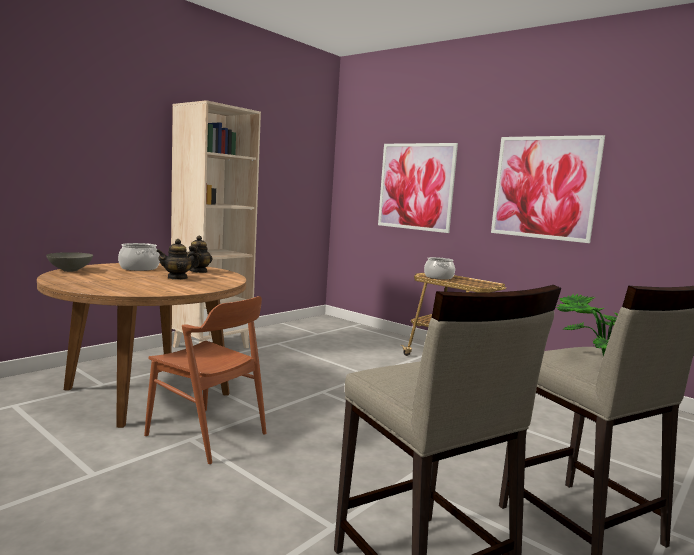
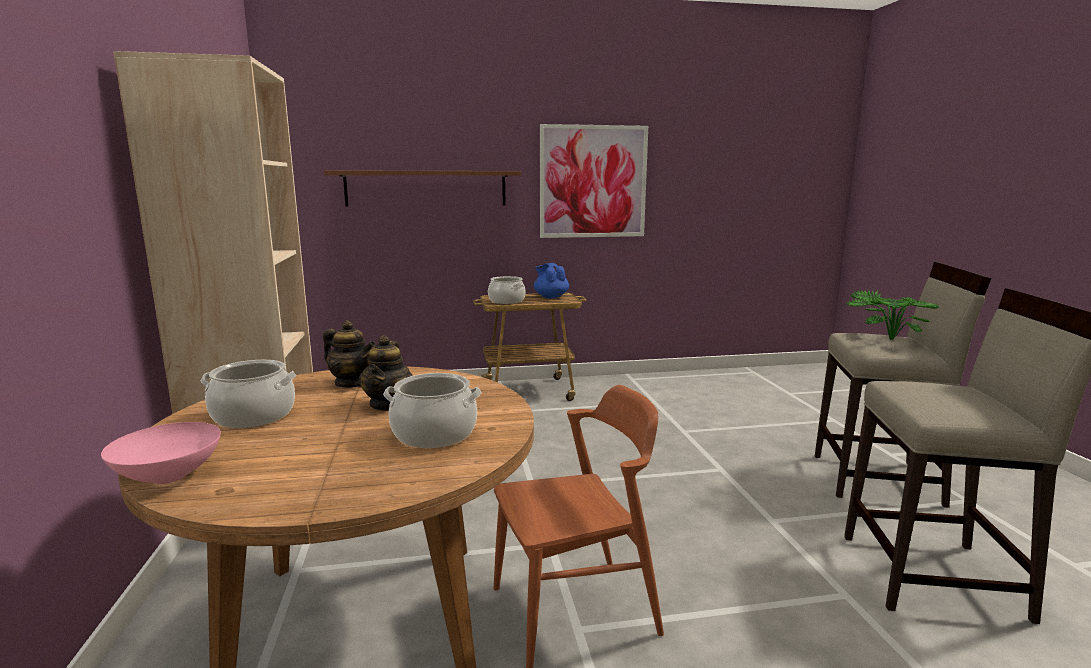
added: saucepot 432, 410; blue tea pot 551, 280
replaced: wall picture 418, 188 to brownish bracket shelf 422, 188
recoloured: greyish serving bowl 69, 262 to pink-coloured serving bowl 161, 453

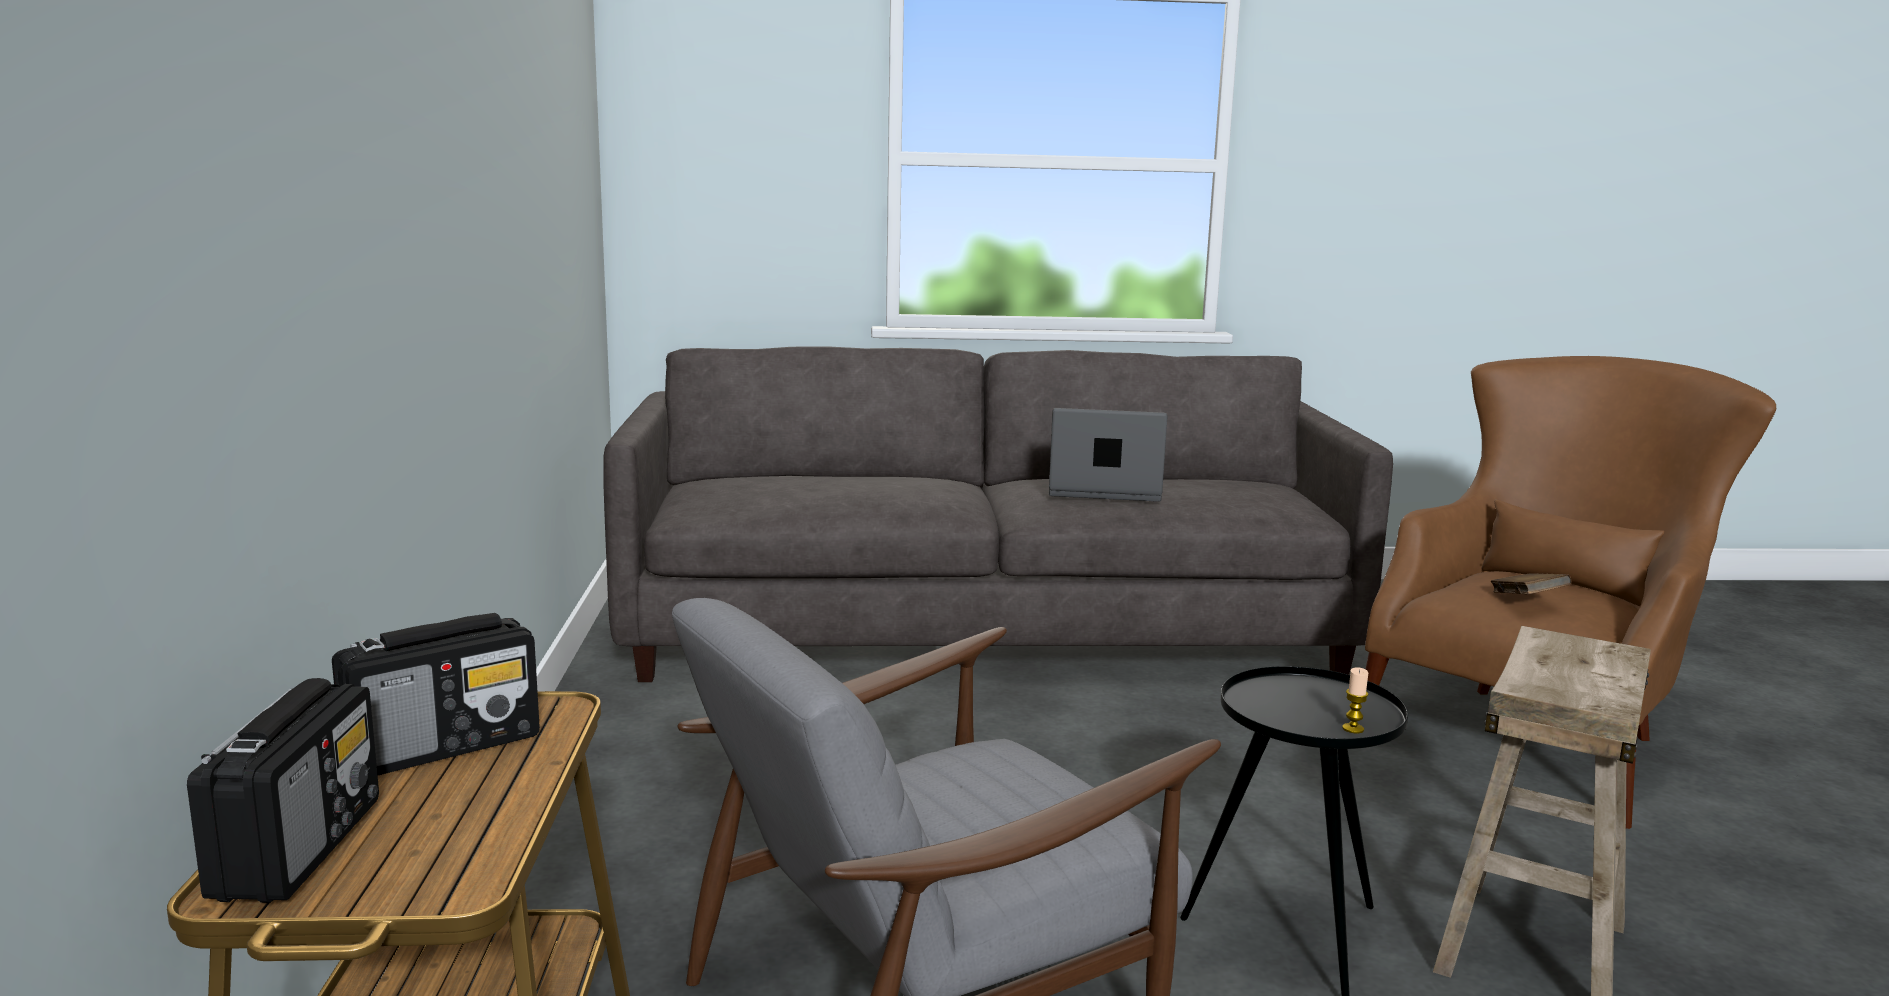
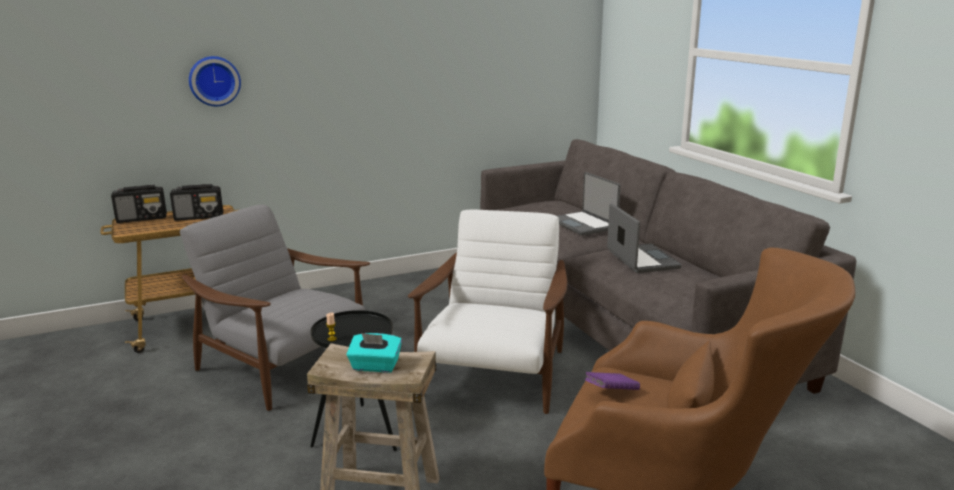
added: hanging clock 215, 81; turquoise box of tissues 374, 353; whitish easy chair 487, 312; laptop 589, 204
recoloured: brownish bound book 1531, 584 to purplish bound book 612, 381
turned: radio set 436, 694 = 196, 202 45 degrees counterclockwise

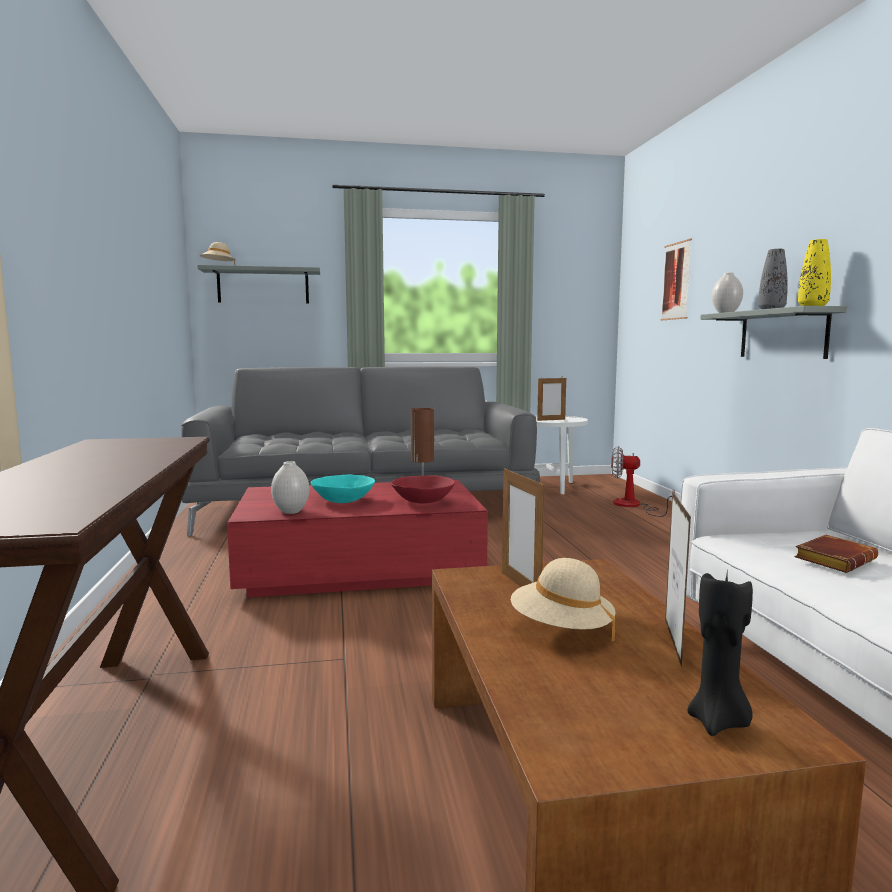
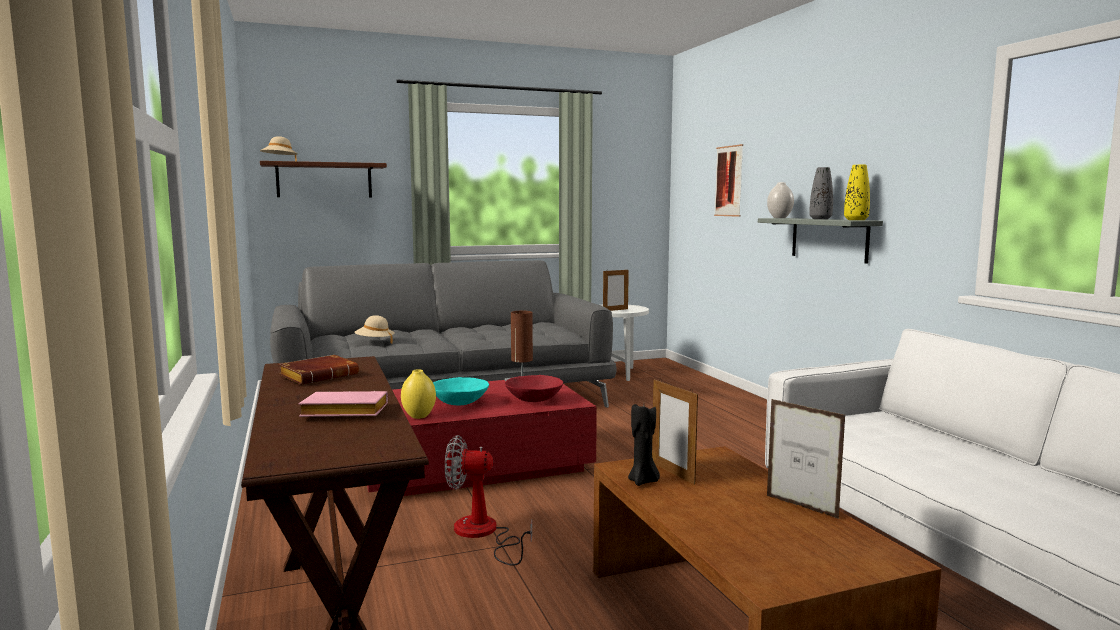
added: pink-coloured bound book 343, 404
moved: brownish bound book 836, 554 to 319, 370; beige-coloured clothing hat 563, 599 to 374, 329; fan 643, 481 to 488, 500; blackish candle 720, 654 to 644, 445
recoloured: greyish bracket shelf 258, 284 to brownish bracket shelf 323, 179; whitish flower vase 290, 487 to yellow flower vase 418, 394
turned: photo frame 678, 579 = 806, 459 45 degrees counterclockwise

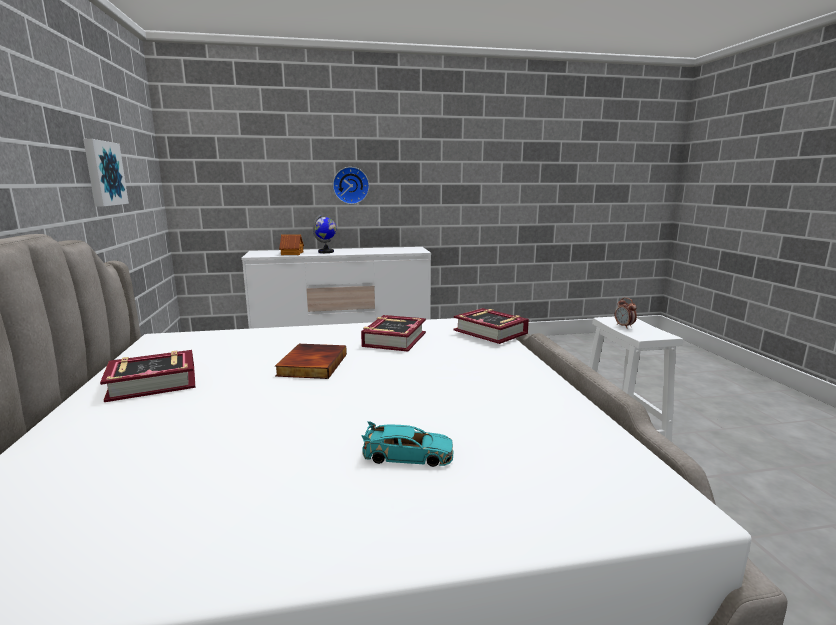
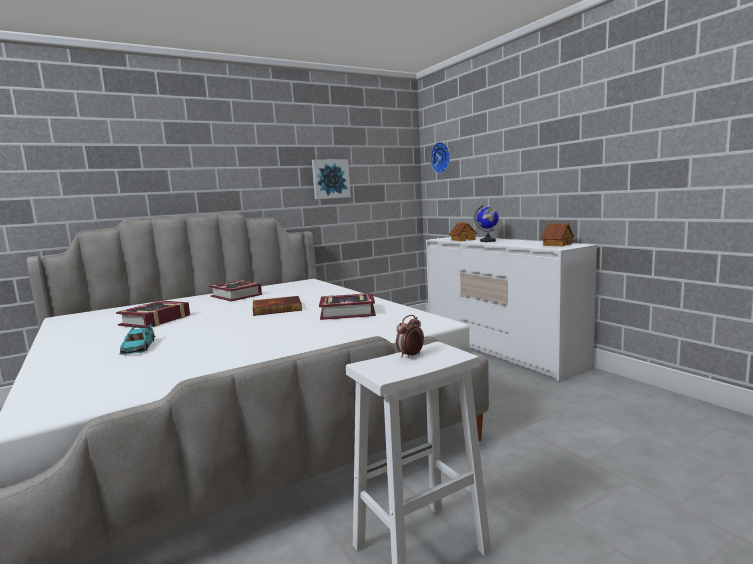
added: miniature house 557, 235
moved: bound book 491, 326 to 153, 314; hanging clock 351, 185 to 440, 158

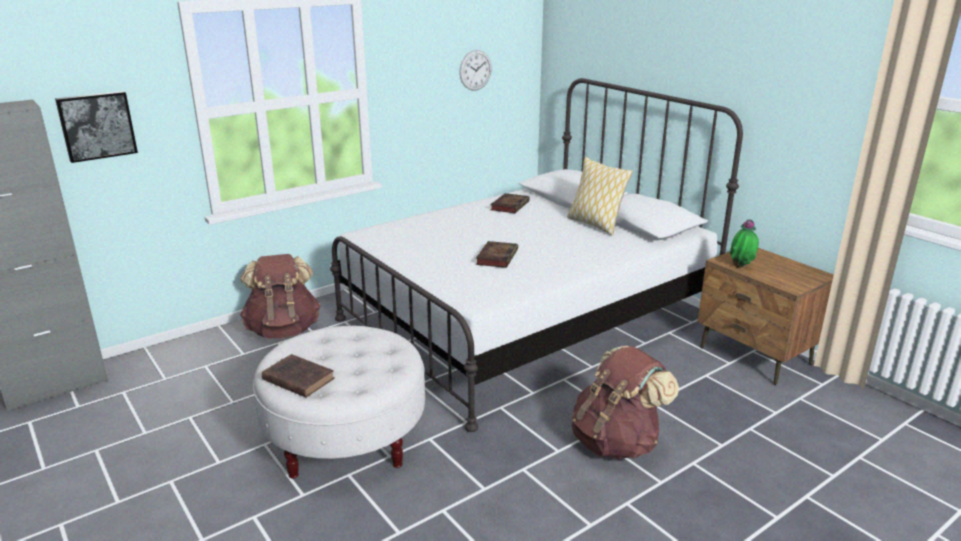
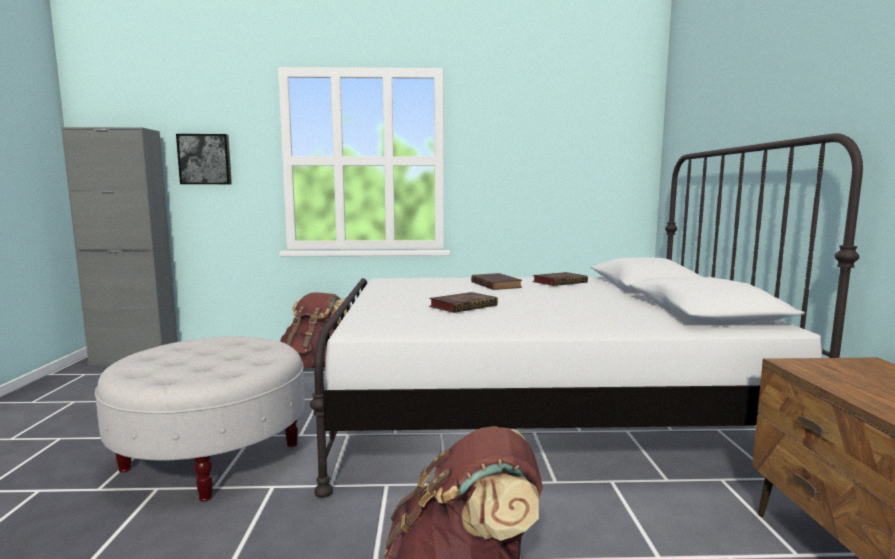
removed: hanging clock 475, 70; cushion 600, 196; plant in a pot 744, 243
moved: brownish bound book 298, 376 to 496, 281

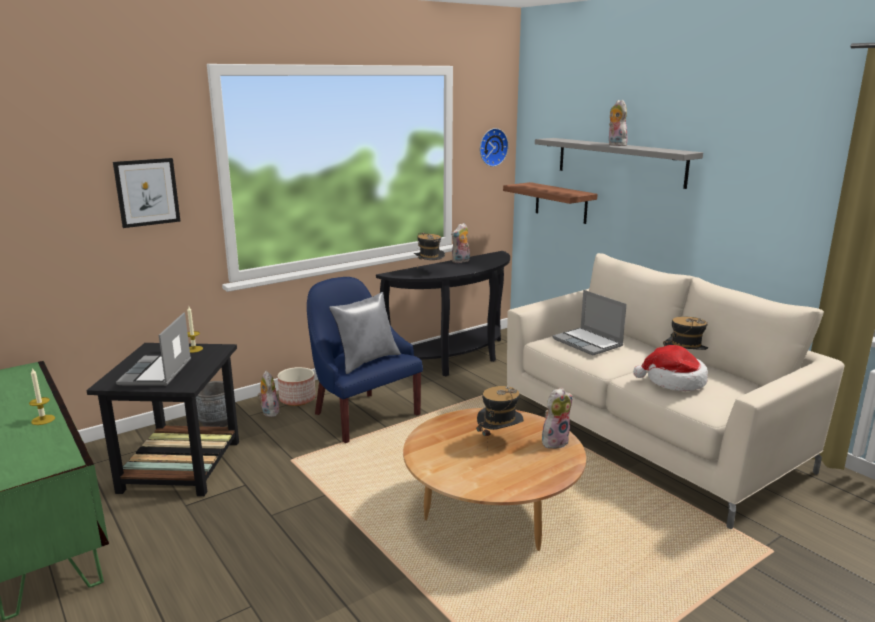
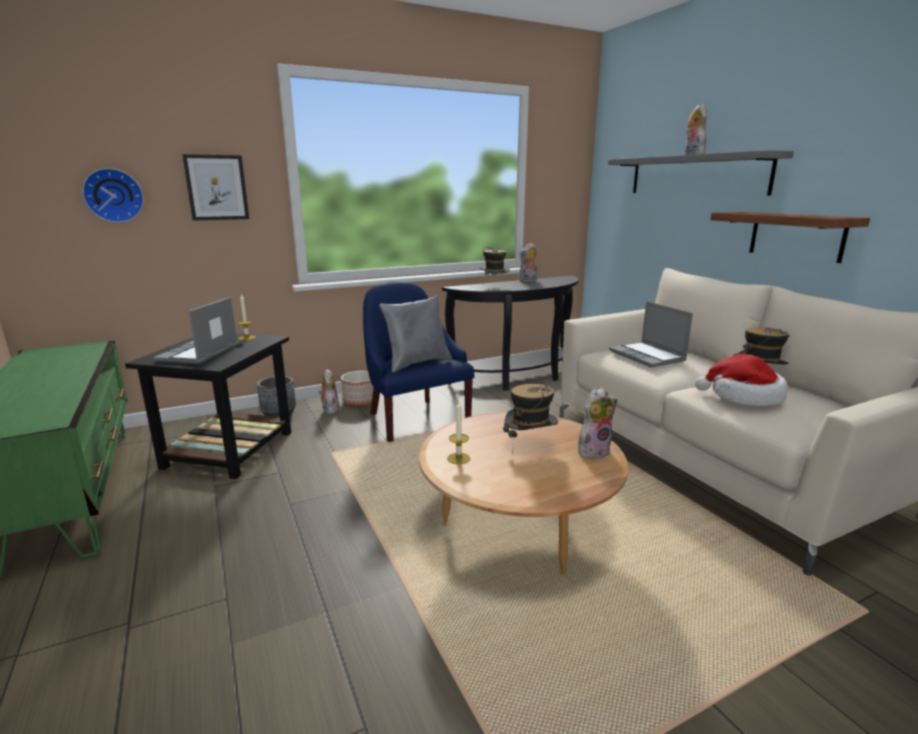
moved: hanging clock 494, 147 to 113, 195; candle 42, 396 to 458, 433; bracket shelf 550, 203 to 790, 237

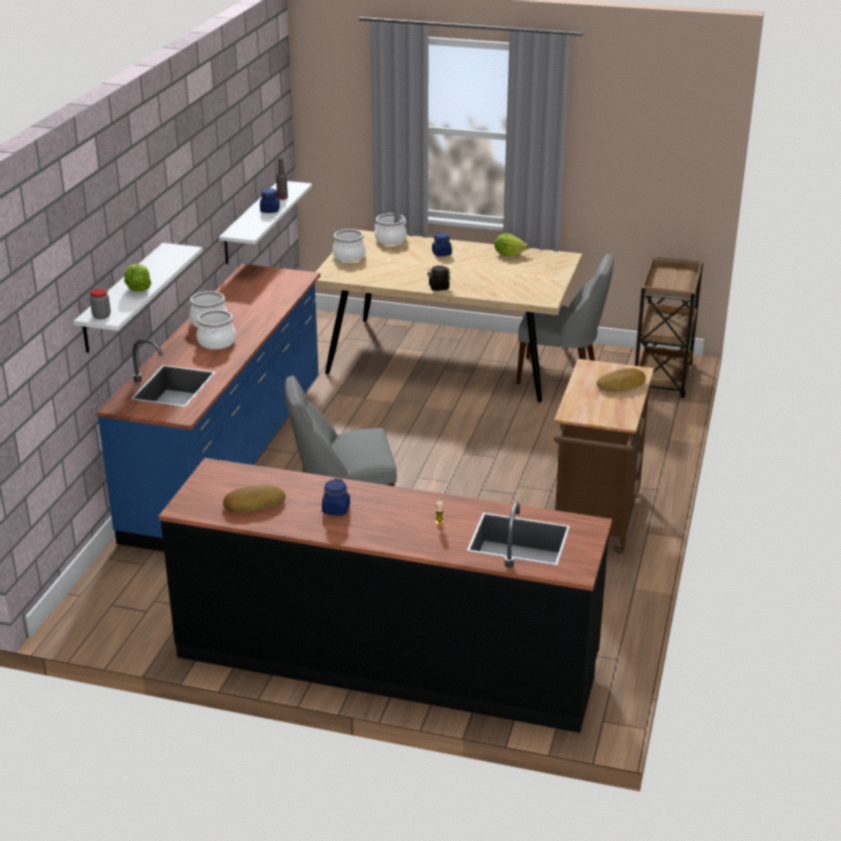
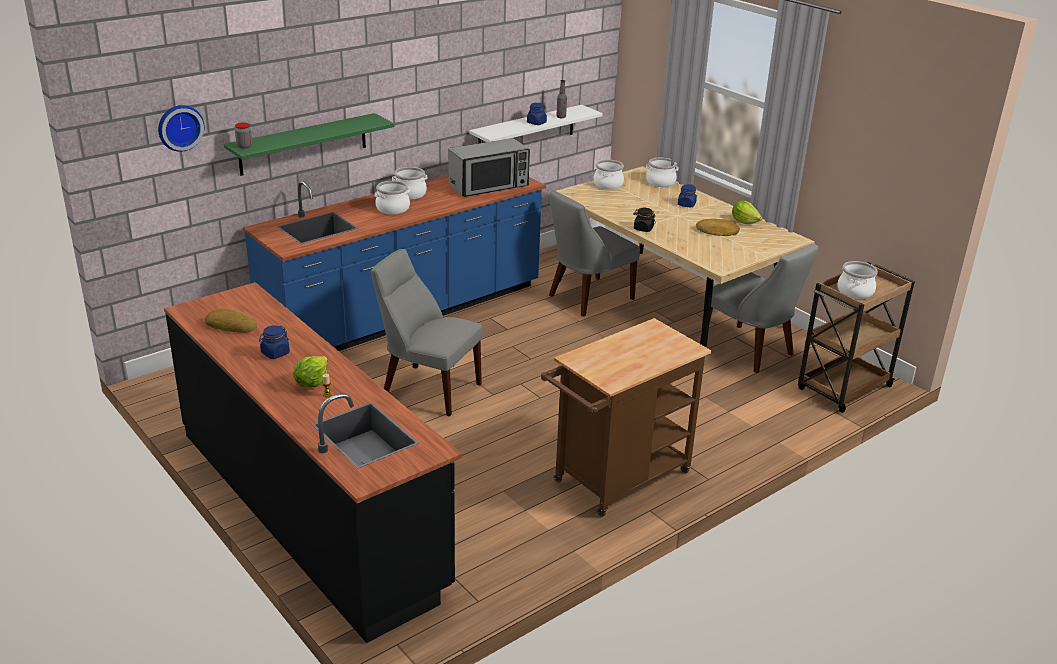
added: hanging clock 181, 128; kitchen microwave 489, 167; greyish chair 594, 253; saucepot 857, 280
moved: lettuce head 137, 278 to 310, 371; bread 621, 380 to 718, 227
recoloured: whitish bracket shelf 138, 298 to green-coloured bracket shelf 309, 144

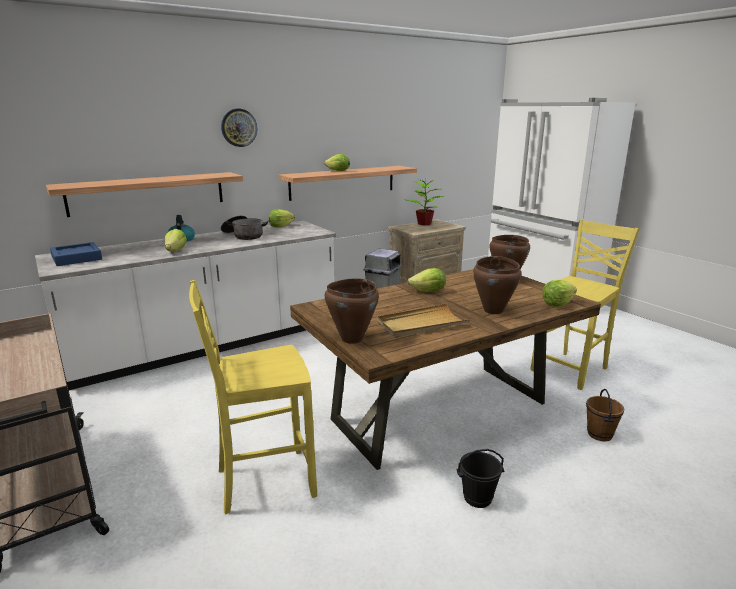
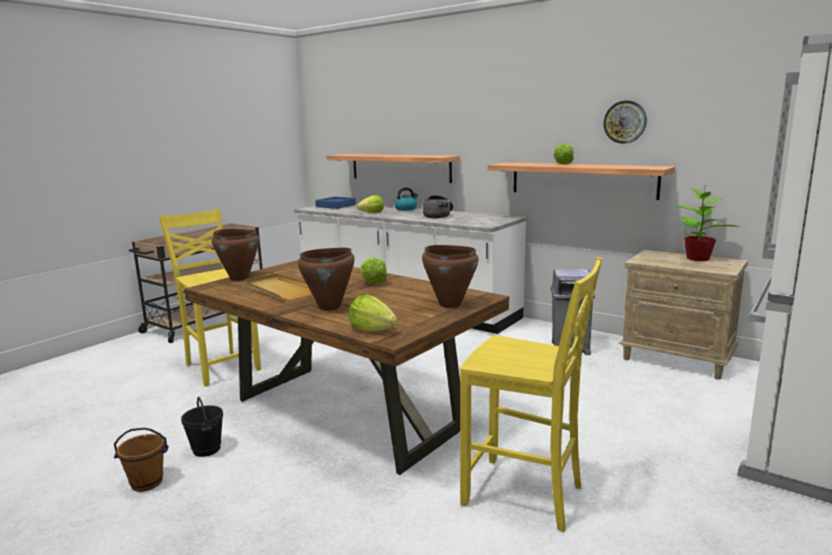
removed: lettuce head 282, 218
moved: brownish pail 605, 415 to 141, 460; hanging clock 239, 128 to 625, 122

